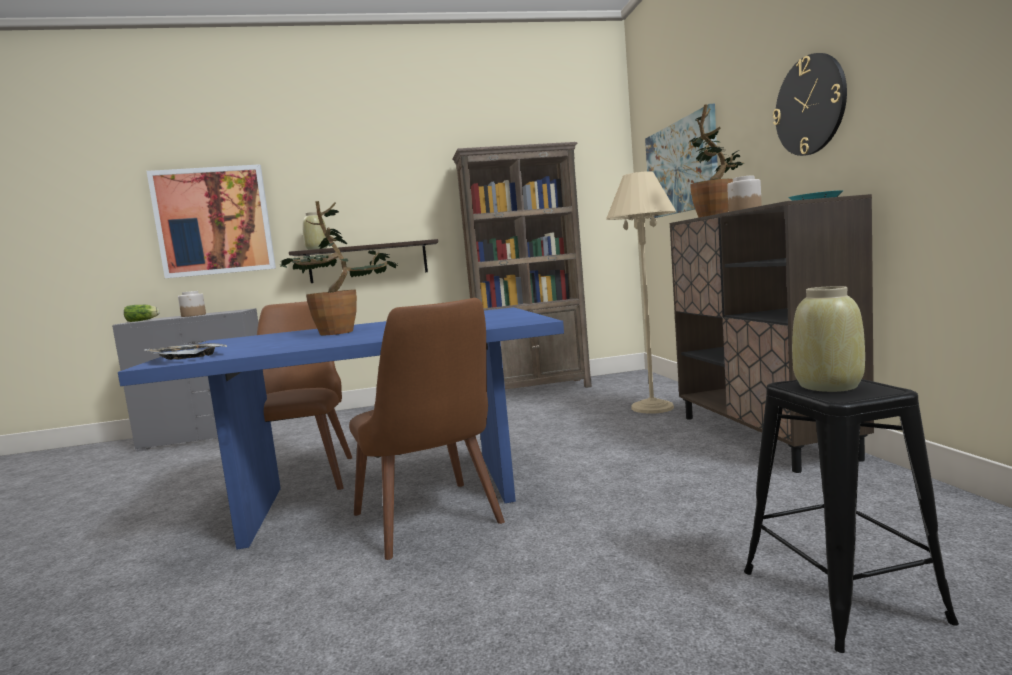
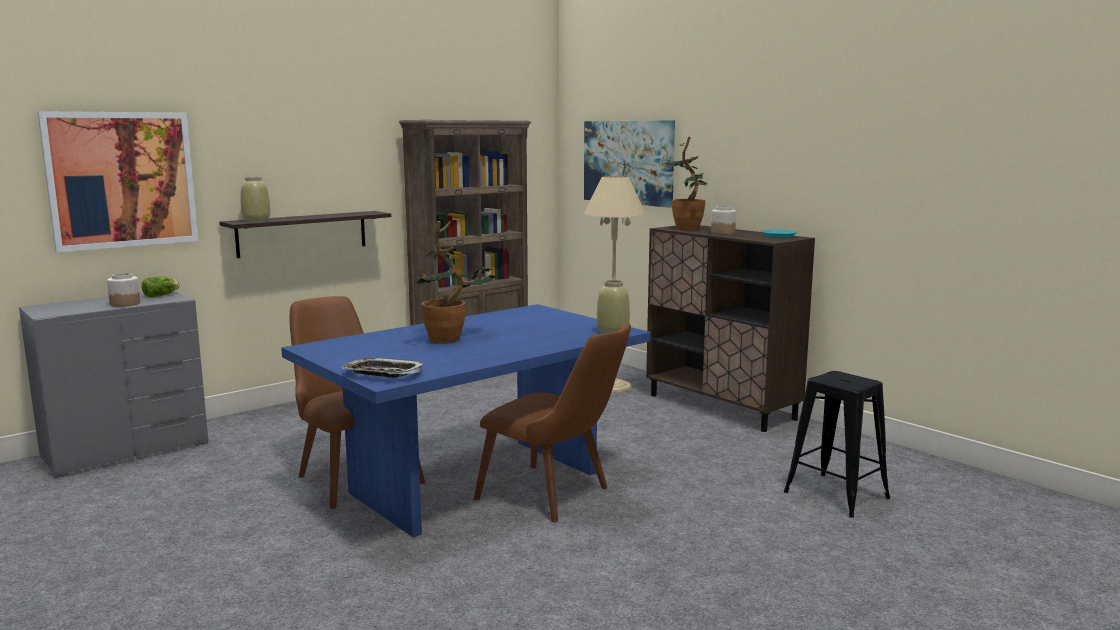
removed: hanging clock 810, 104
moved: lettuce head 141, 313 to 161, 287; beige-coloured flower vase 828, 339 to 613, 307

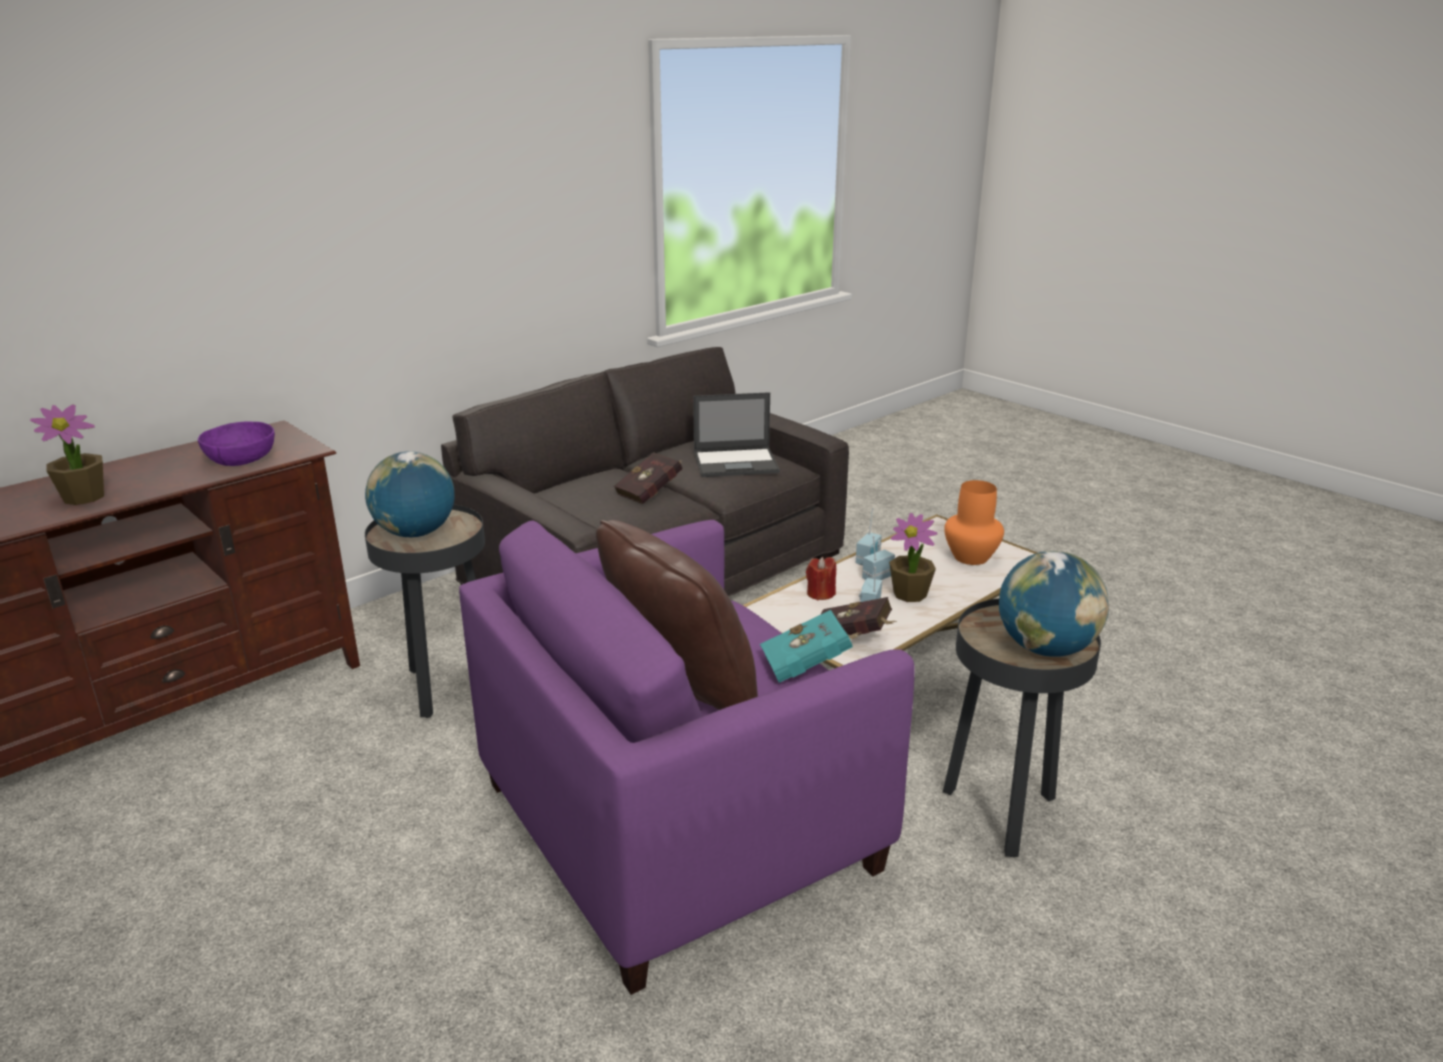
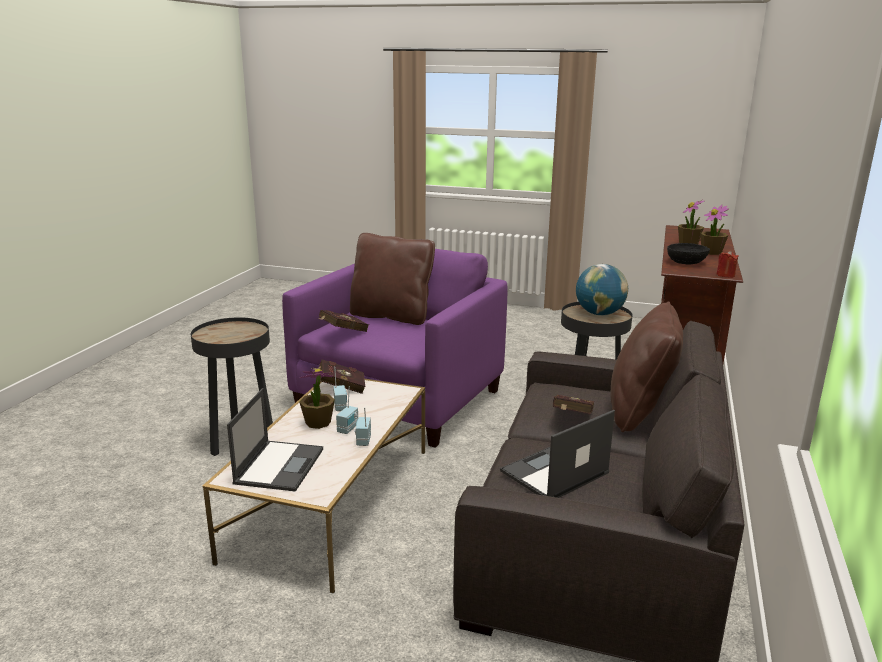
removed: desk globe 1054, 604
added: brownish cushion 647, 366; plant in a pot 714, 230
moved: red candle 821, 578 to 728, 264
replaced: orange flower vase 974, 522 to laptop 275, 440
recoloured: turquoise bound book 810, 646 to red bound book 343, 321; purplish serving bowl 236, 444 to blackish serving bowl 688, 253

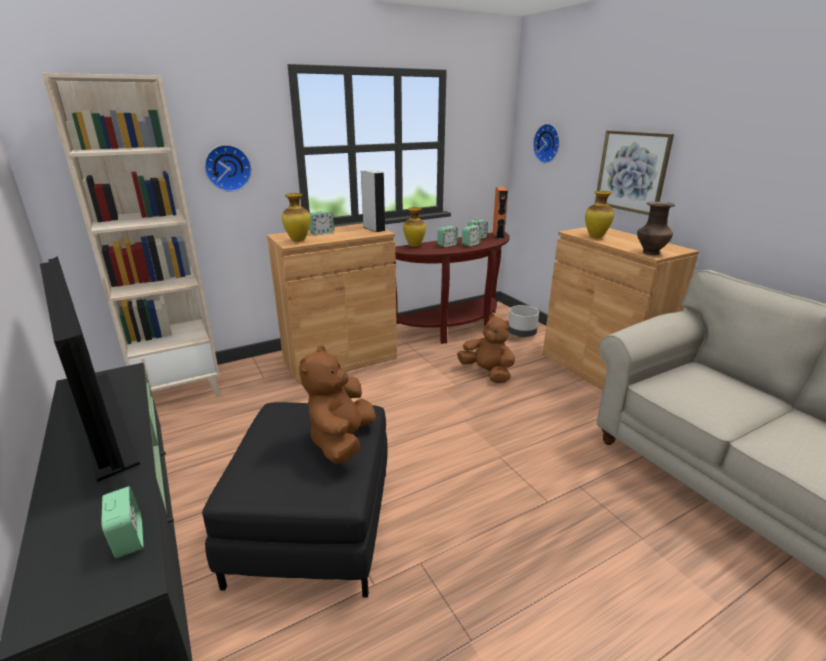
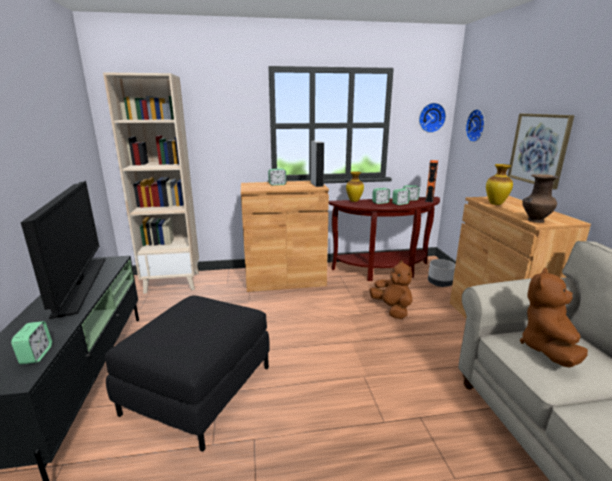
removed: flower vase 296, 217
moved: hanging clock 228, 168 to 432, 118; brownish cuddly toy 337, 404 to 554, 318

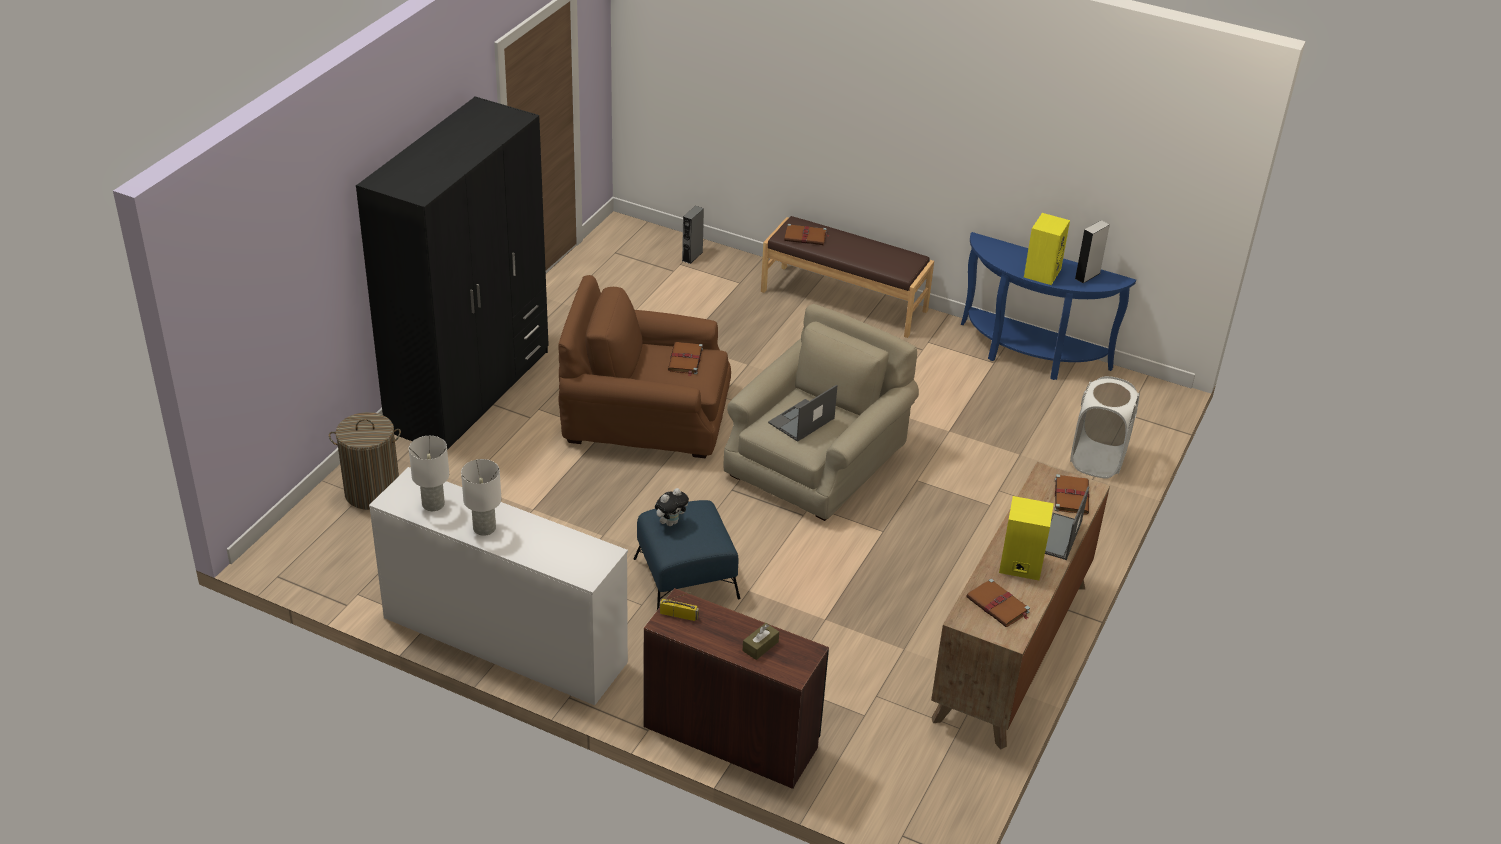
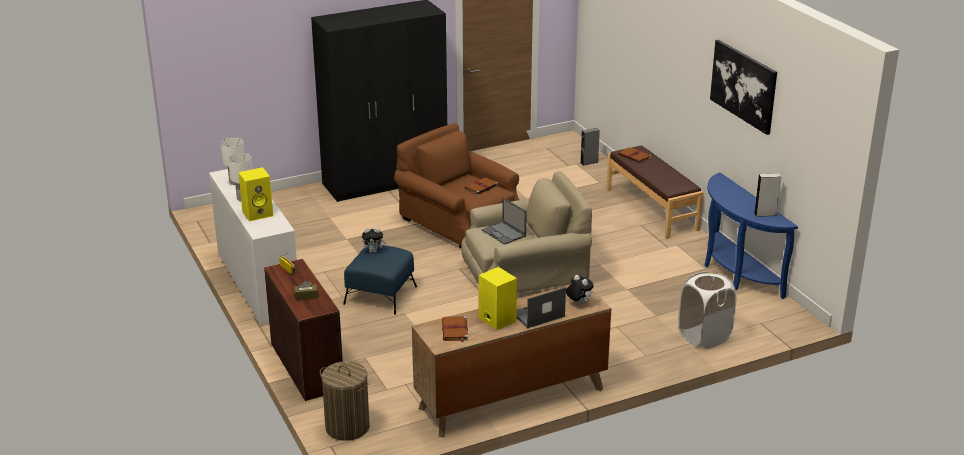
added: wall picture 743, 87
moved: yellow speaker 1047, 249 to 255, 194; washing basket 365, 461 to 345, 401
replaced: brownish bound book 1071, 494 to cuddly toy 580, 290
turned: laptop 802, 413 = 504, 220 120 degrees counterclockwise

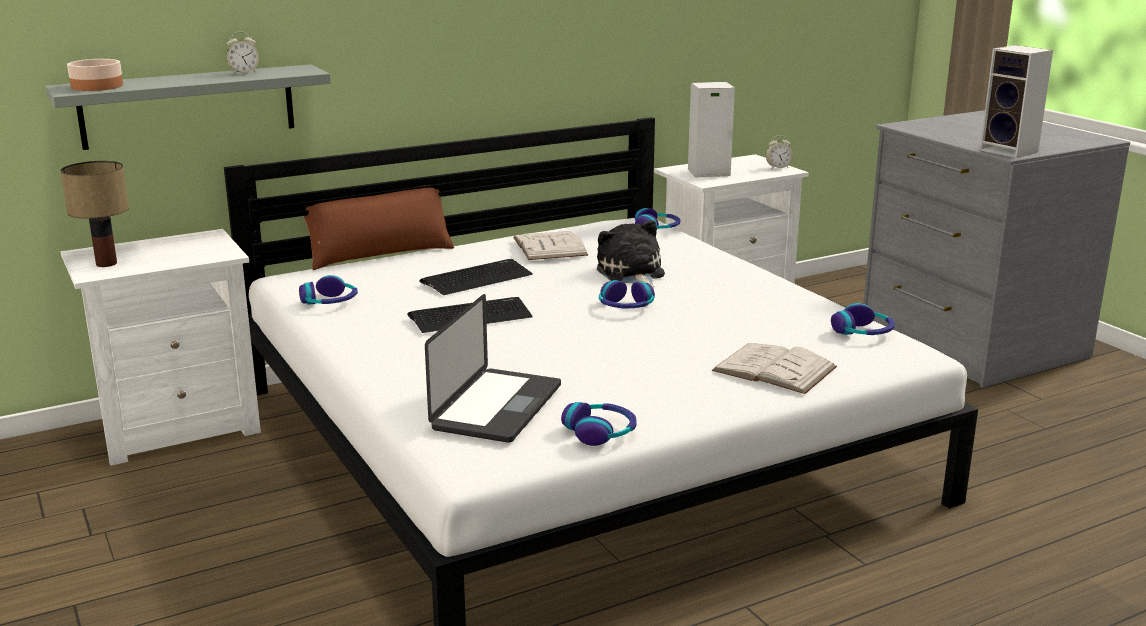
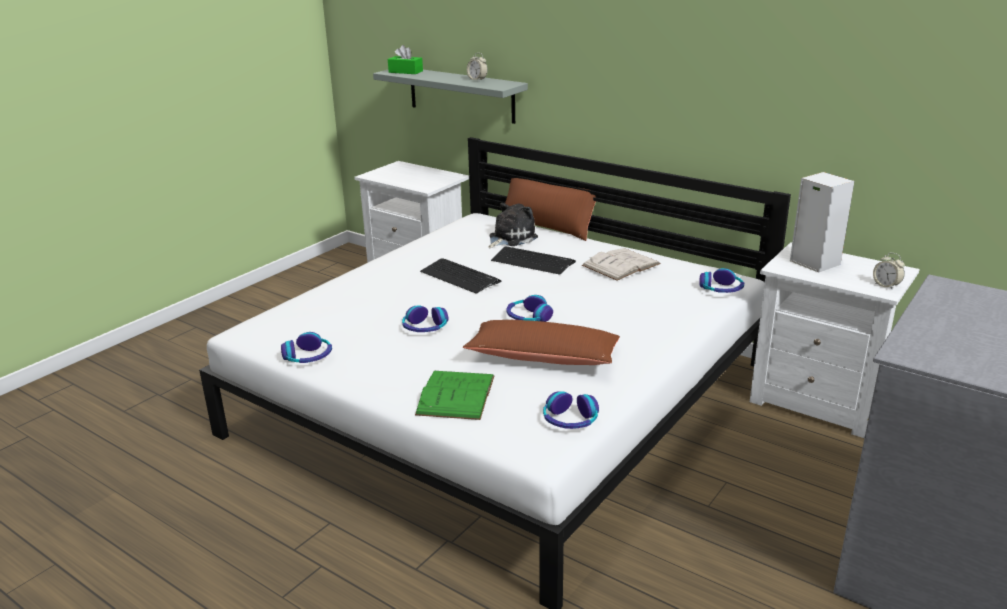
removed: lamp for a table 94, 214; laptop 493, 368; speaker 1016, 101
added: brownish cushion 541, 342
moved: headset 328, 290 to 425, 318; cuddly toy 631, 254 to 513, 225
replaced: serving bowl 95, 75 to green-coloured box of tissues 405, 59
recoloured: whitish bound book 774, 368 to green-coloured bound book 455, 395

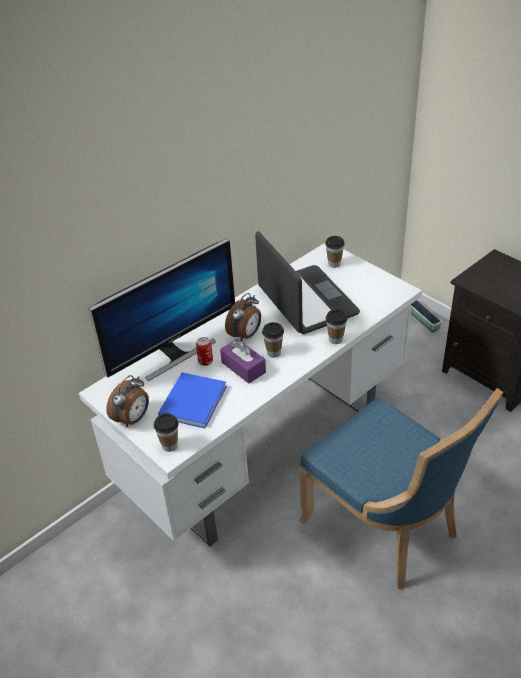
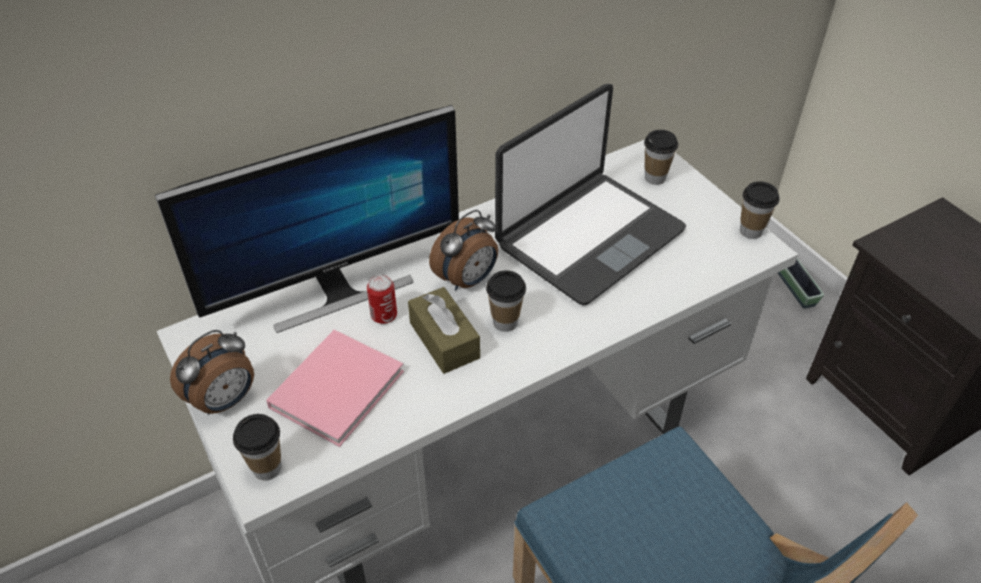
moved: drinking cup 336, 326 to 760, 210
recoloured: blue bound book 192, 400 to pink-coloured bound book 335, 388; purplish box of tissues 243, 361 to brownish box of tissues 444, 330
turned: laptop 307, 282 = 590, 194 60 degrees clockwise

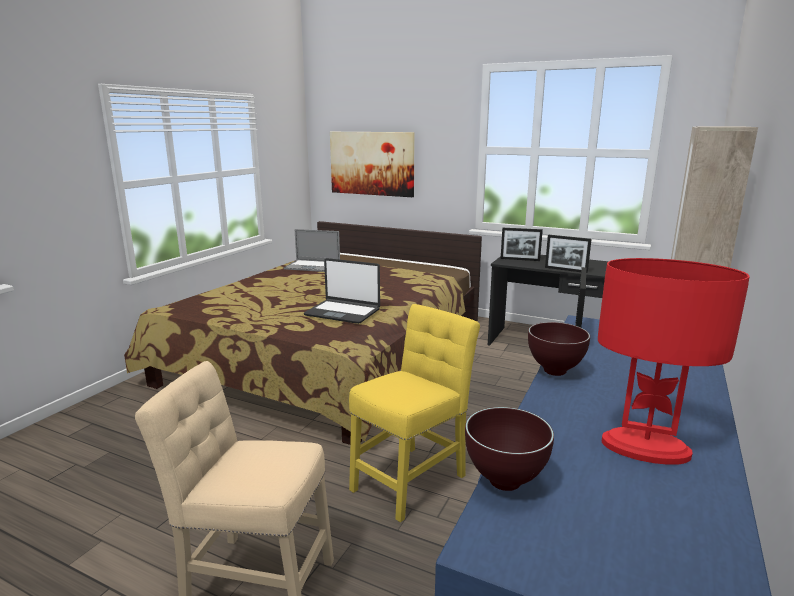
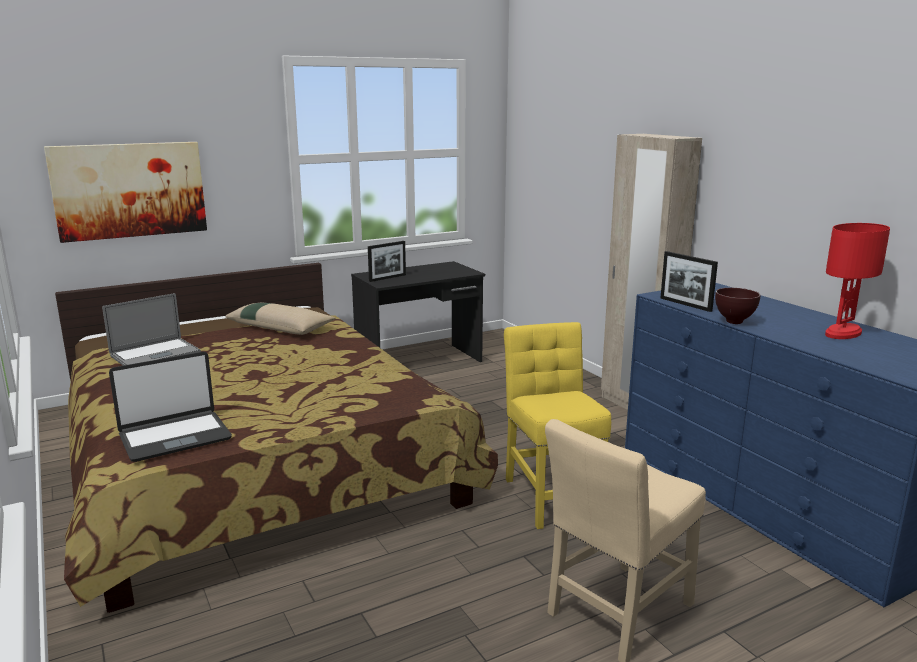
removed: brownish serving bowl 509, 449; photo frame 568, 254
added: beige-coloured cushion 280, 318
moved: laptop 342, 291 to 170, 407

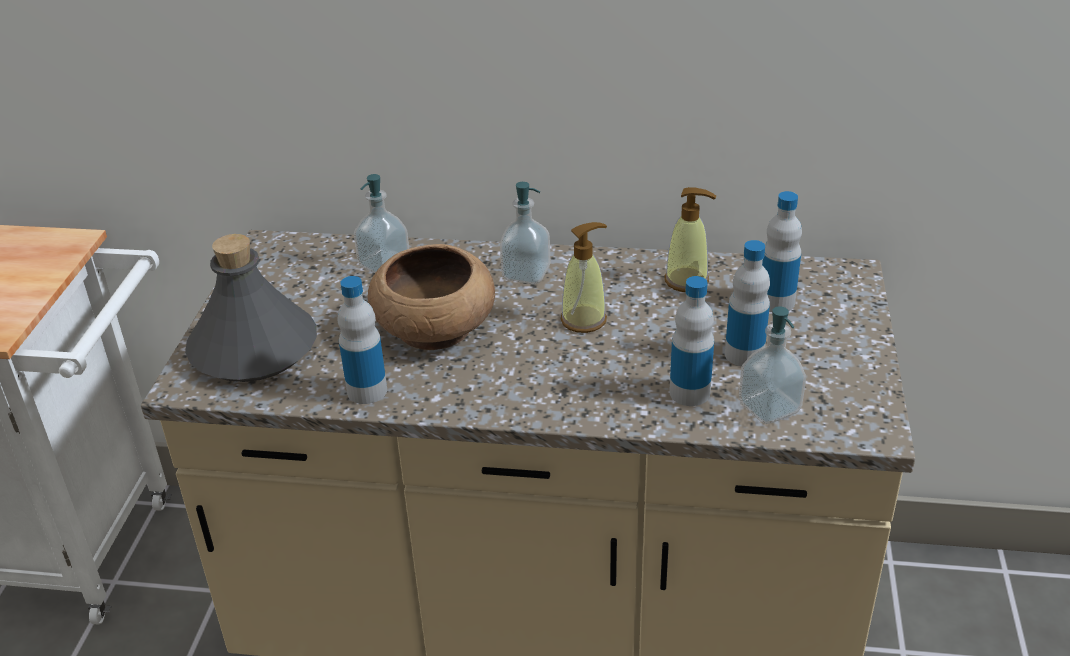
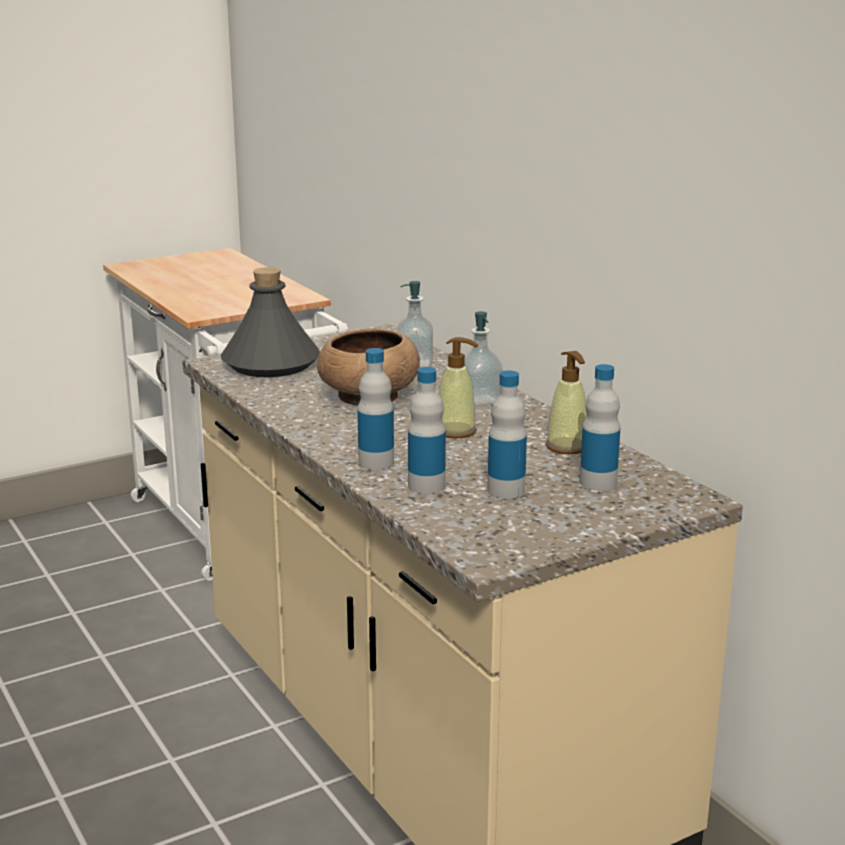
removed: soap bottle 772, 365
moved: drink bottle 362, 340 to 375, 409

